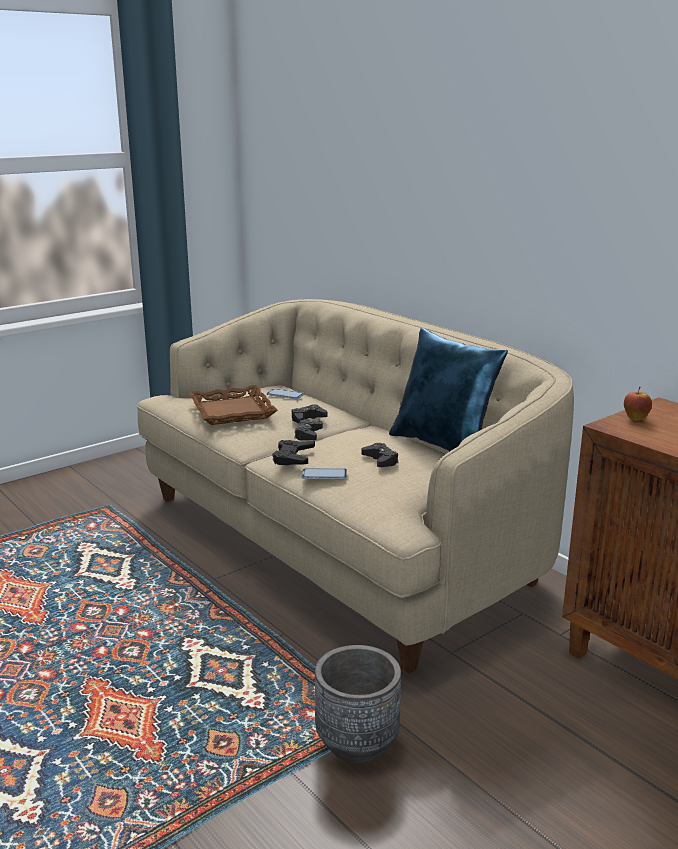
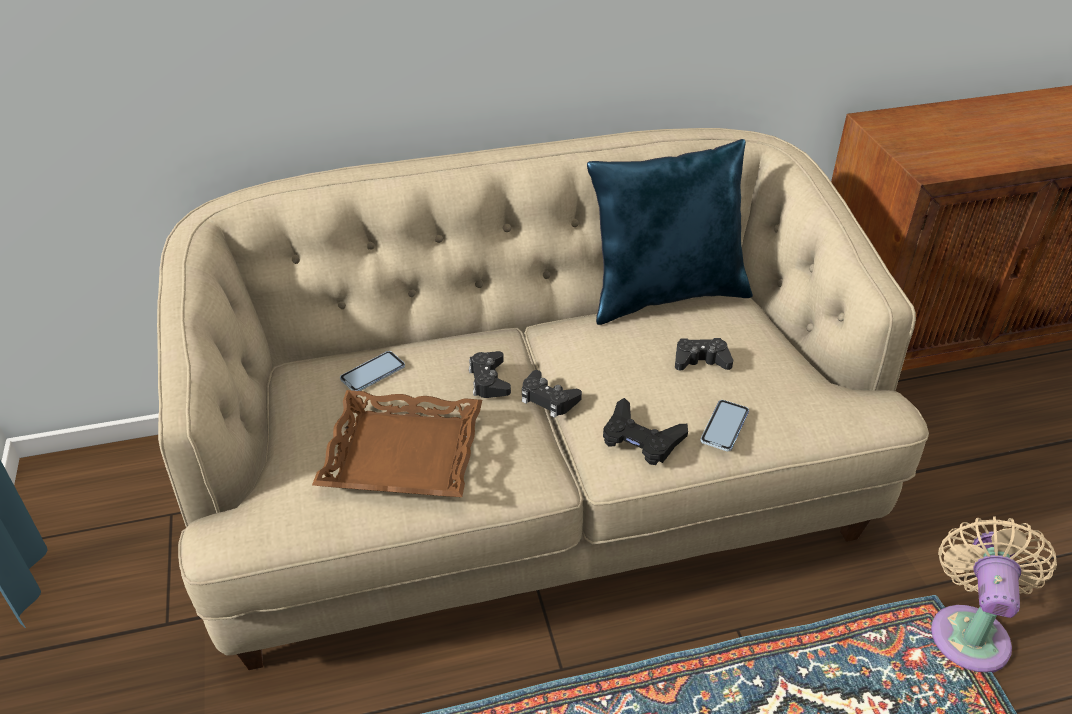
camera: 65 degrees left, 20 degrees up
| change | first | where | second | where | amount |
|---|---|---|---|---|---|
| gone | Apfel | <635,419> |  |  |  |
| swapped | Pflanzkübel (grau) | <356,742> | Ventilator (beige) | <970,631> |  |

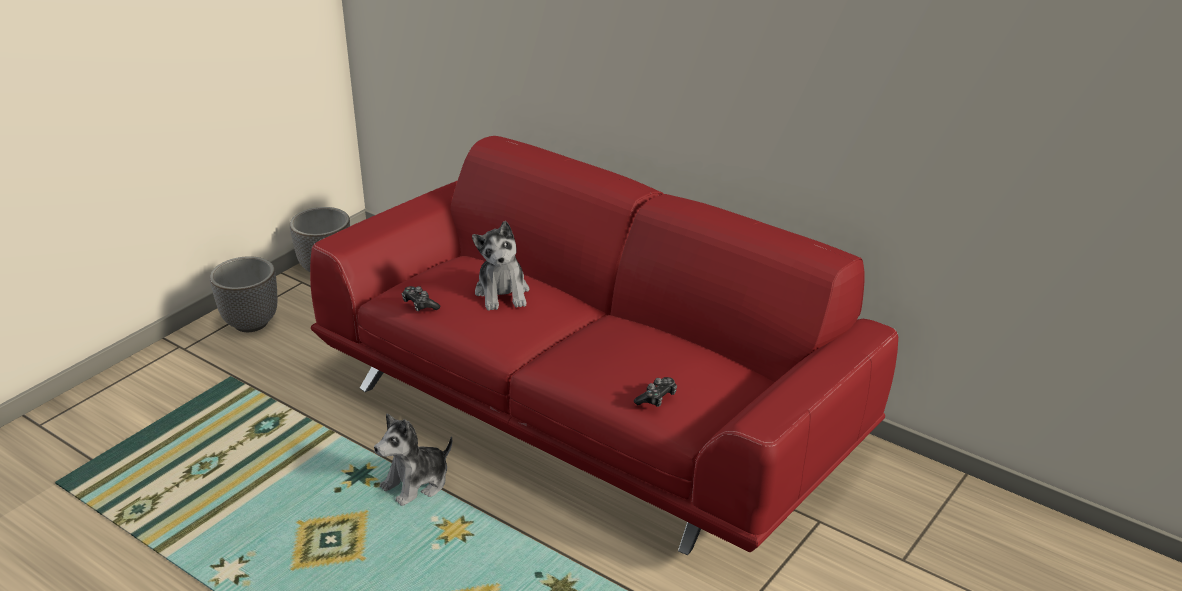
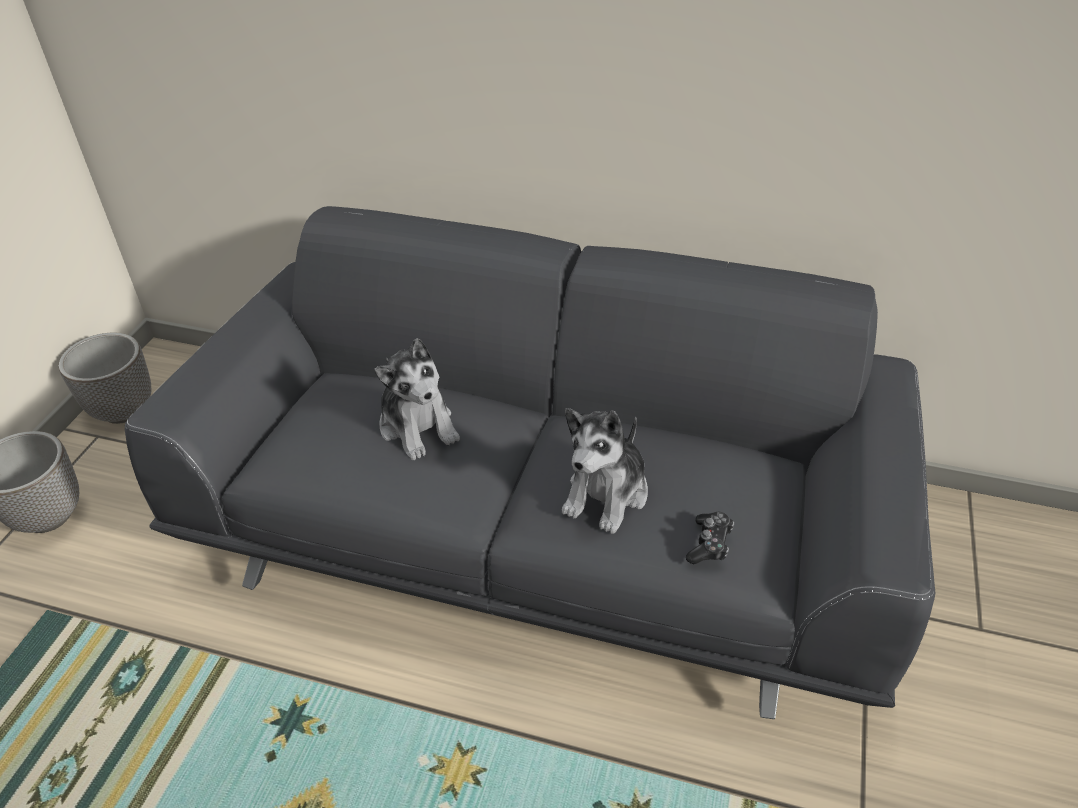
camera: 20 degrees left, 10 degrees up
| change | first | where | second | where | amount |
|---|---|---|---|---|---|
| repainted | Sofa (rot) | <593,414> | Sofa (grau) | <543,531> |  |
| gone | Gamepad | <420,305> |  |  |  |
| shifted | Plüschtier | <416,484> |  | <607,494> |  |

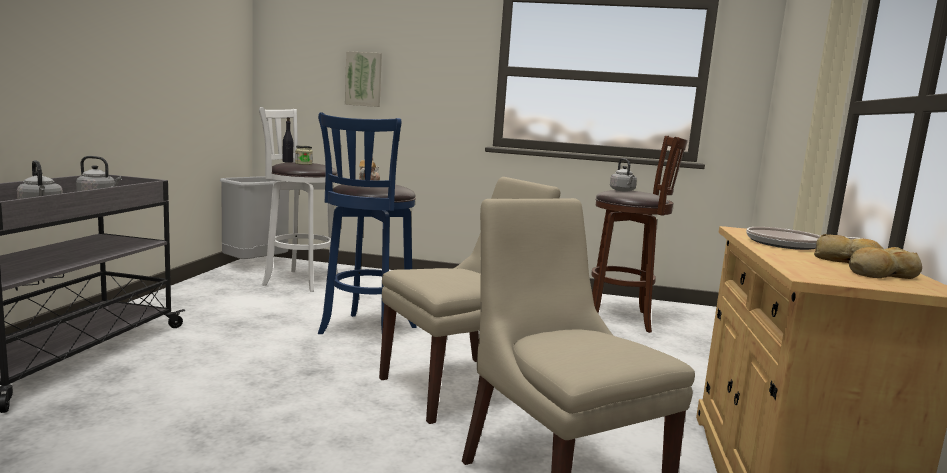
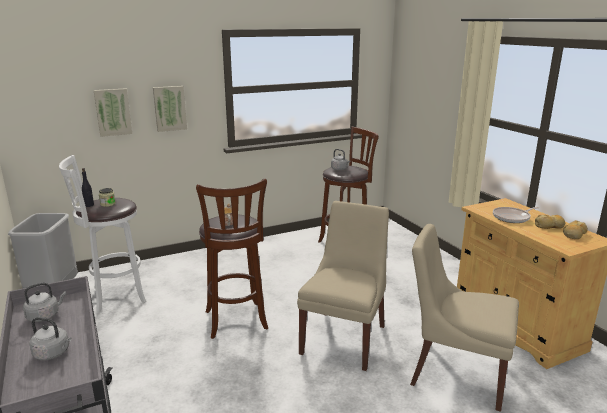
camera: 35 degrees left, 10 degrees up
| change | first | where | second | where | amount |
|---|---|---|---|---|---|
| repainted | Hocker (blau) | <365,332> | Hocker (braun) | <236,322> |  |
| new |  |  | Bild | <169,108> |  |

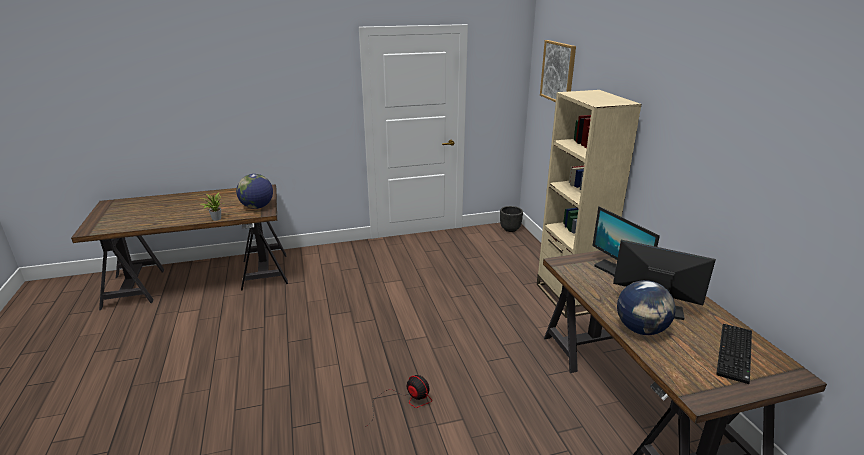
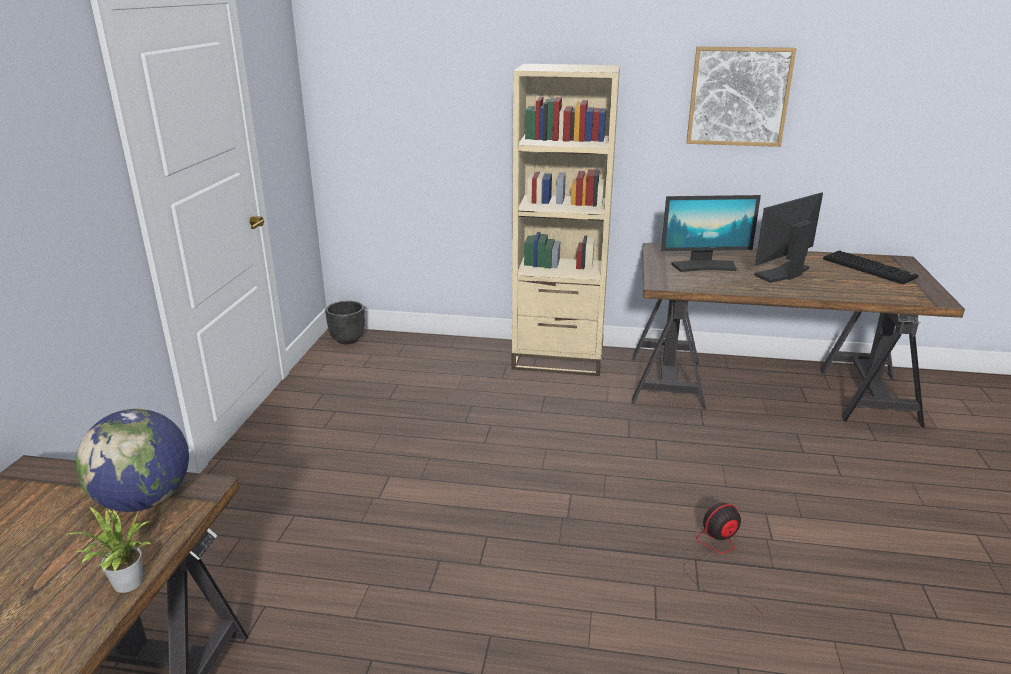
camera: 65 degrees left, 0 degrees up
| change | first | where | second | where | amount |
|---|---|---|---|---|---|
| shifted | Bild | <558,72> |  | <738,96> |  |
| gone | Globus | <641,330> |  |  |  |

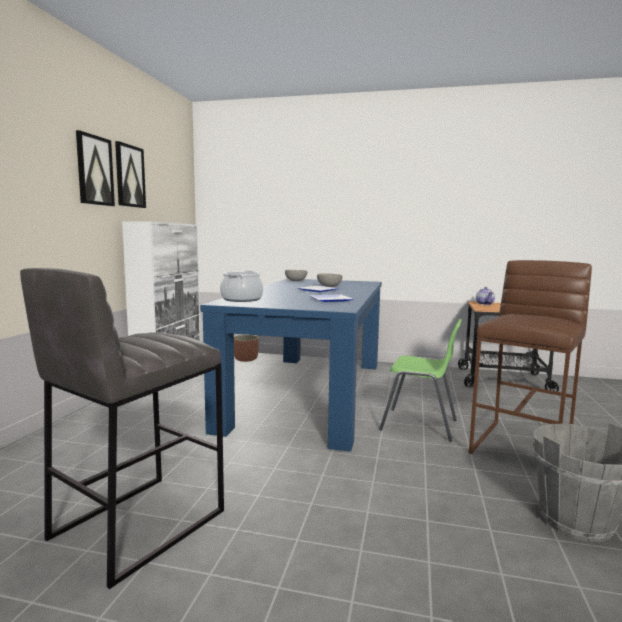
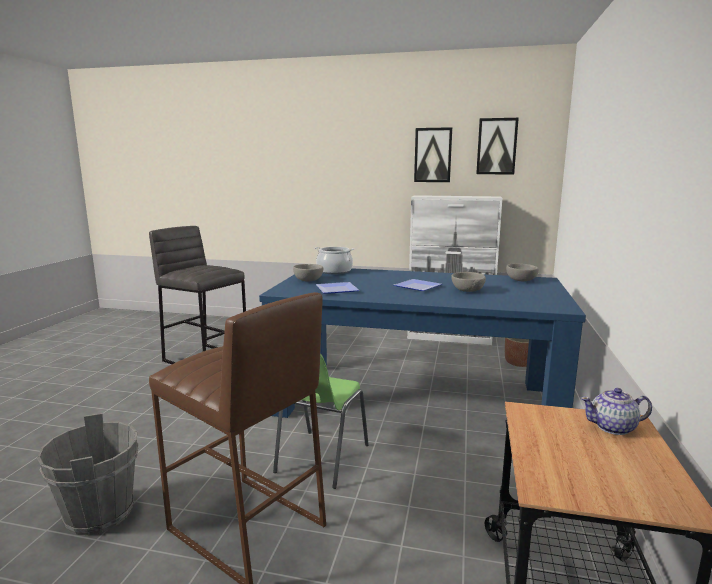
camera: 90 degrees right, 5 degrees up
| change | first | where | second | where | amount |
|---|---|---|---|---|---|
| shifted | Bild | <94,170> |  | <496,146> |  |
| new |  |  | Schüssel (grau) | <307,280> |  |

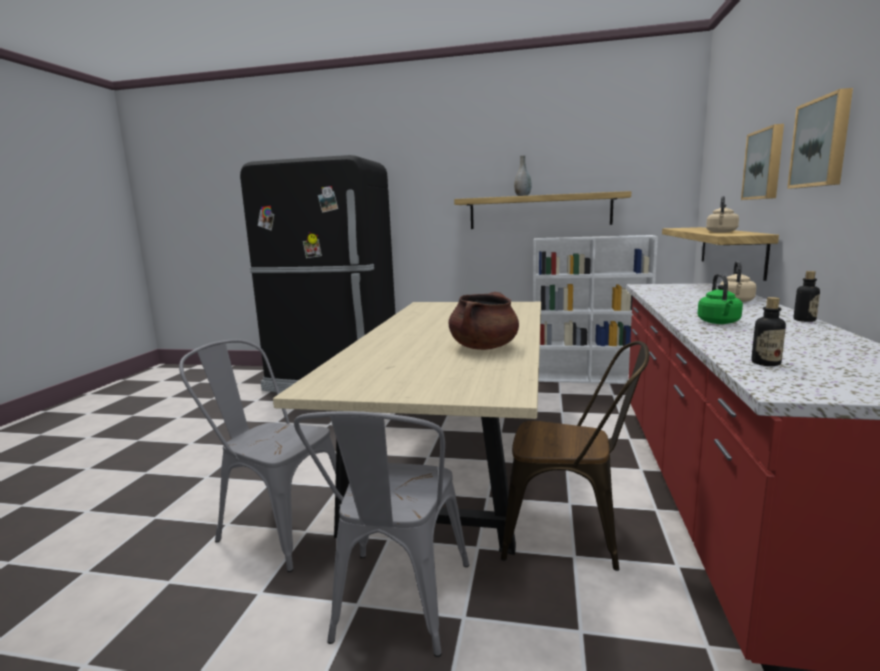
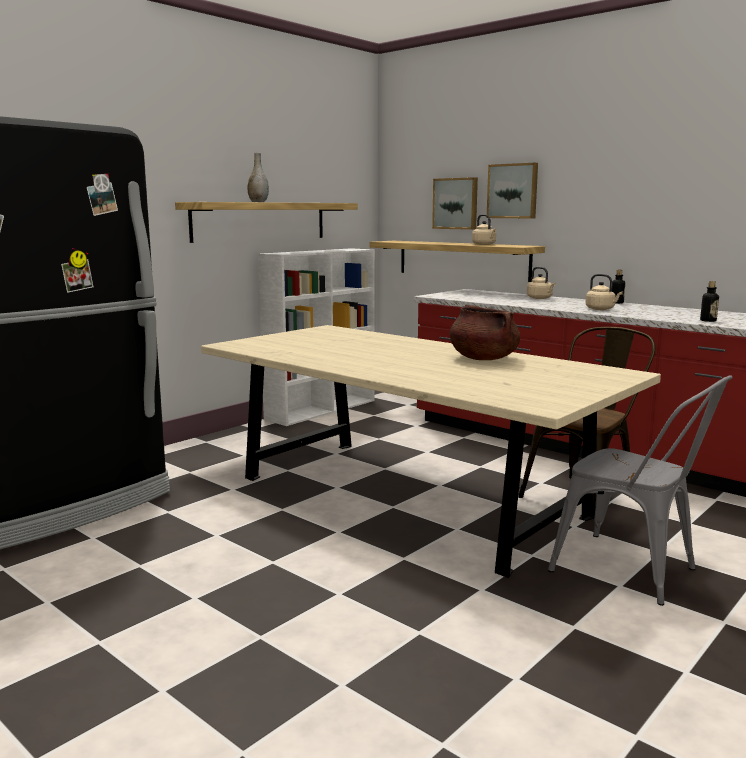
camera: 60 degrees left, 0 degrees up
| change | first | where | second | where | amount |
|---|---|---|---|---|---|
| shifted | Bild | <822,142> |  | <456,203> |  |
| repainted | Wasserkessel (grün) | <719,322> | Wasserkessel (beige) | <601,309> |  |
| gone | Stuhl (grau) | <276,526> |  |  |  |

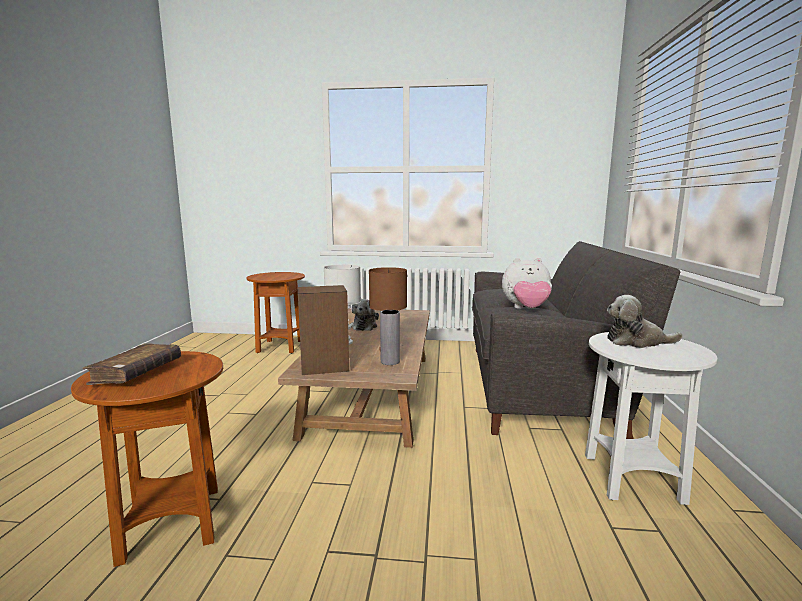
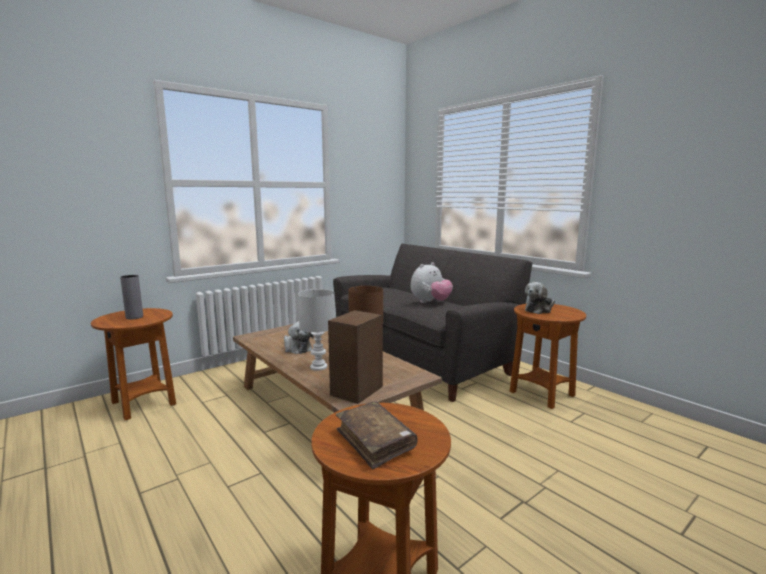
camera: 45 degrees left, 0 degrees up
| change | first | where | second | where | amount |
|---|---|---|---|---|---|
| shifted | Vase (grau) | <390,362> |  | <134,317> |  |
| repainted | Beistelltisch (weiß) | <632,479> | Beistelltisch (braun) | <542,394> |  |

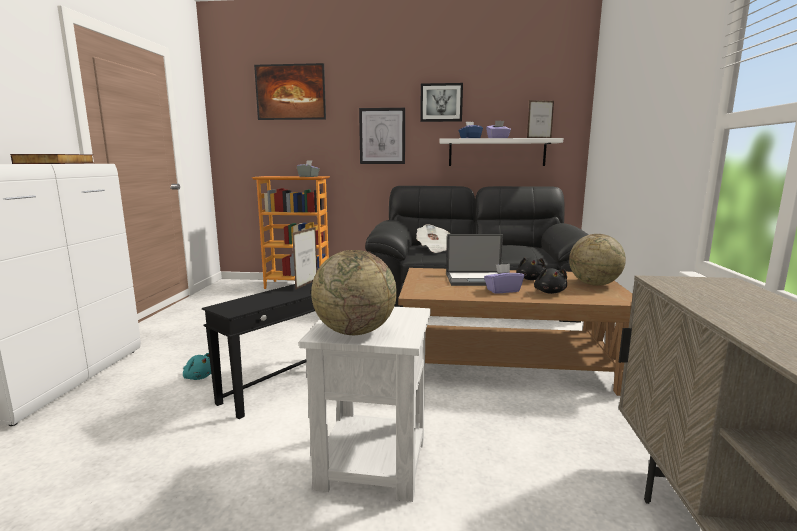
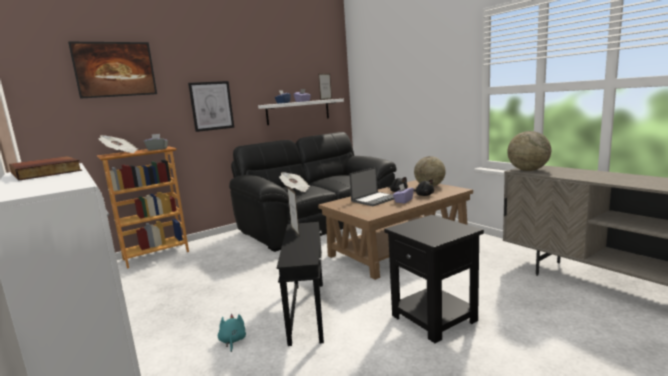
camera: 40 degrees left, 0 degrees up
| change | first | where | second | where | amount |
|---|---|---|---|---|---|
| gone | Bild | <441,102> |  |  |  |
| shifted | Globus | <355,331> |  | <528,170> |  |
| repainted | Beistelltisch (weiß) | <373,464> | Beistelltisch (schwarz) | <434,318> |  |
| rotated | Plüschtier (türkis) | <199,377> |  | <232,341> | 90 degrees counterclockwise |
| new |  |  | Zeitung | <121,153> |  |

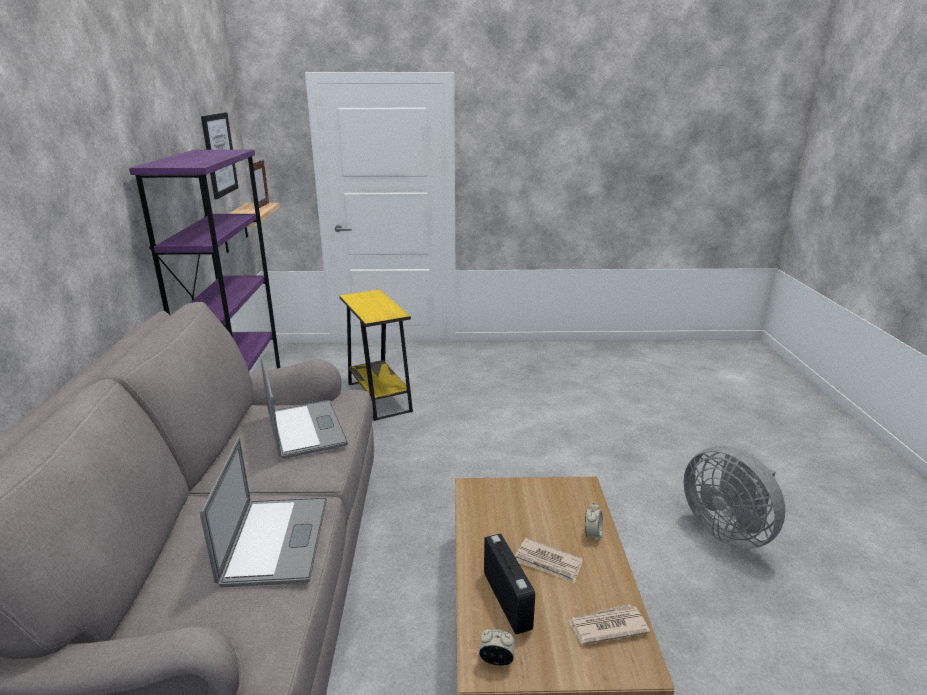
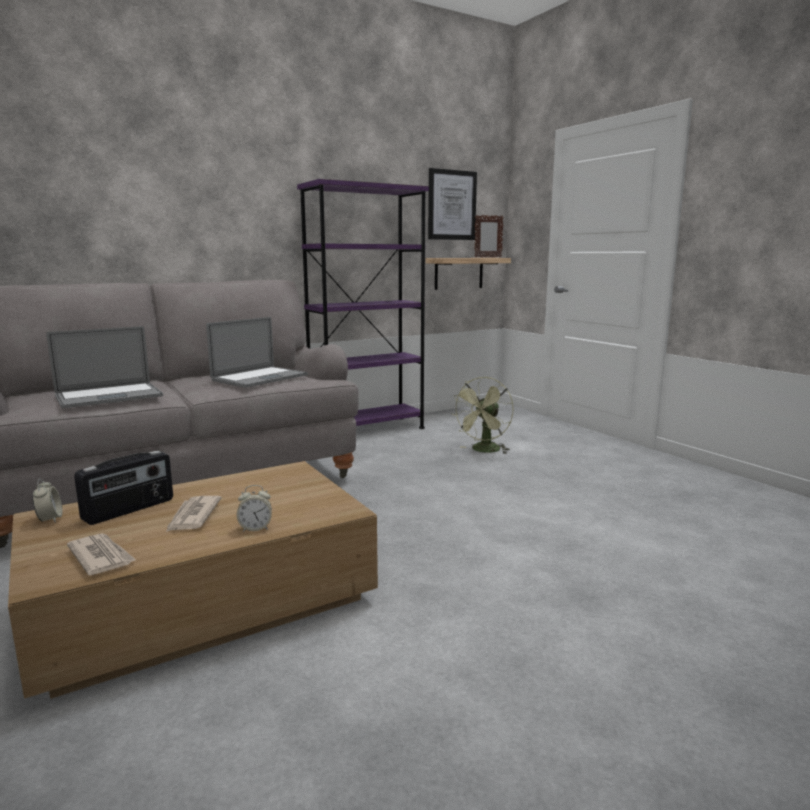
camera: 60 degrees right, 10 degrees down
| change | first | where | second | where | amount |
|---|---|---|---|---|---|
| swapped | Beistelltisch (gelb) | <379,397> | Ventilator (grün) | <484,451> |  |
| gone | Ventilator (grau) | <727,530> |  |  |  |

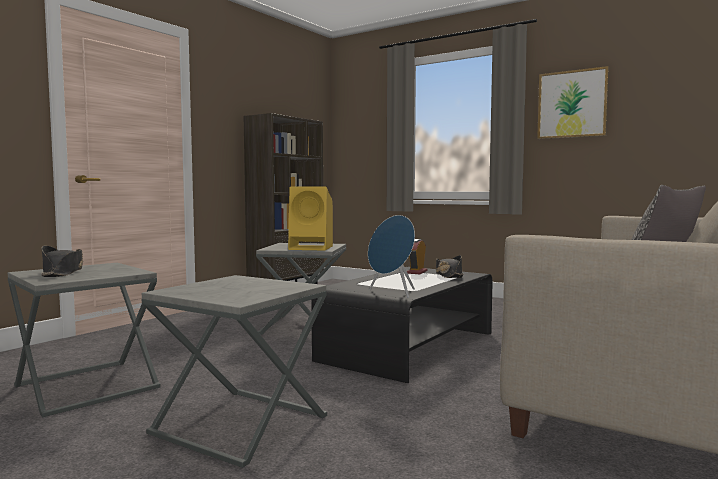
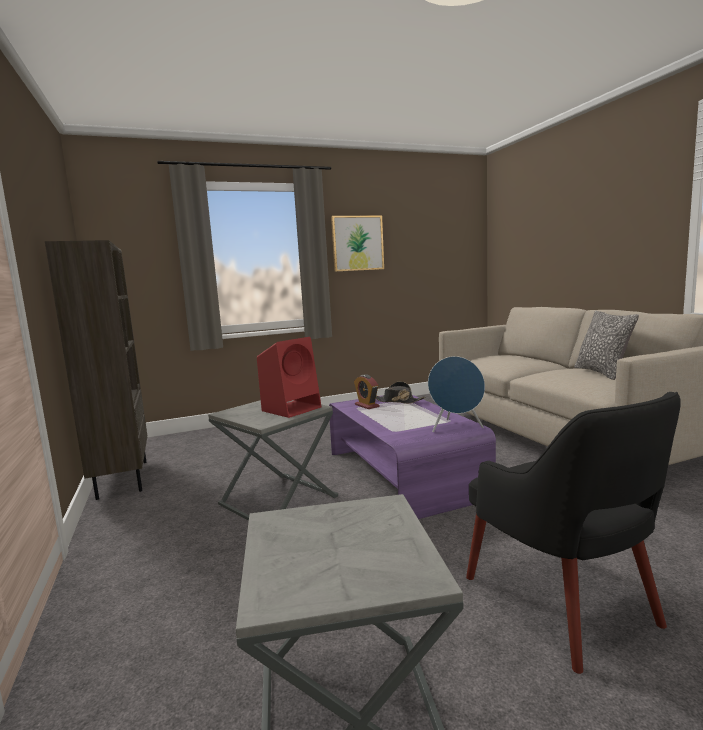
camera: 55 degrees left, 5 degrees up
| change | first | where | second | where | amount |
|---|---|---|---|---|---|
| repainted | Lautsprecher (gelb) | <312,248> | Lautsprecher (rot) | <292,408> |  |
| gone | Hut (schwarz) | <62,272> |  |  |  |
| repainted | Couchtisch (schwarz) | <409,346> | Couchtisch (lila) | <402,473> |  |
| swapped | Beistelltisch (grau) | <239,425> | Sessel (schwarz) | <562,603> |  |

